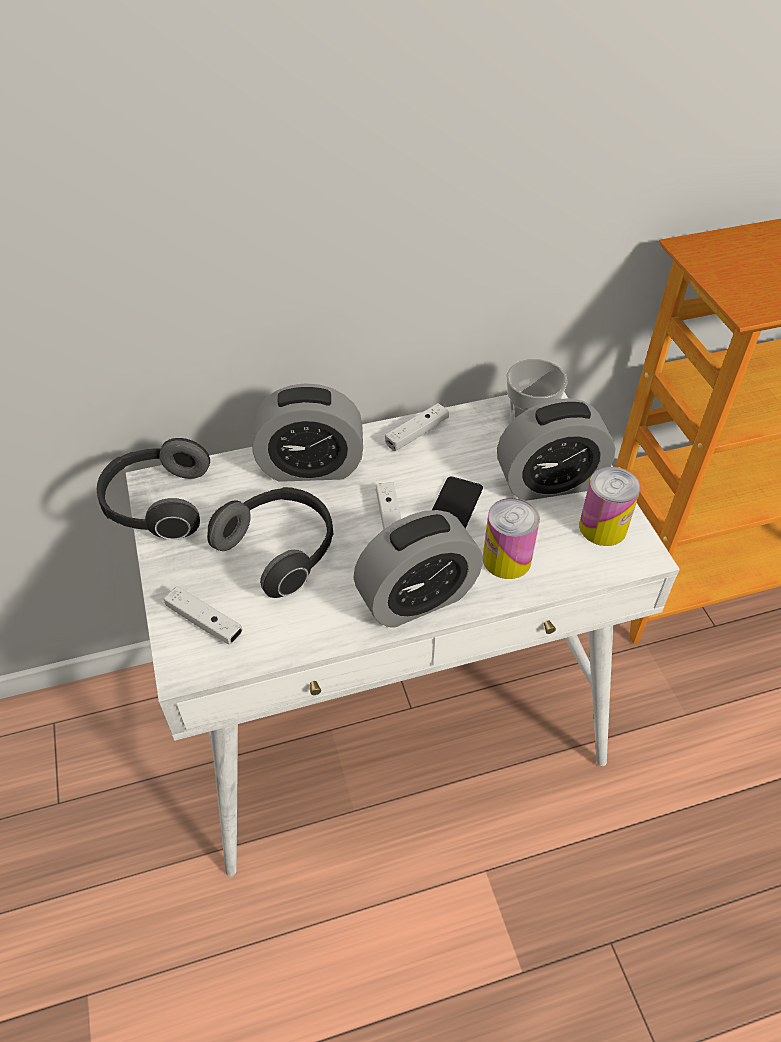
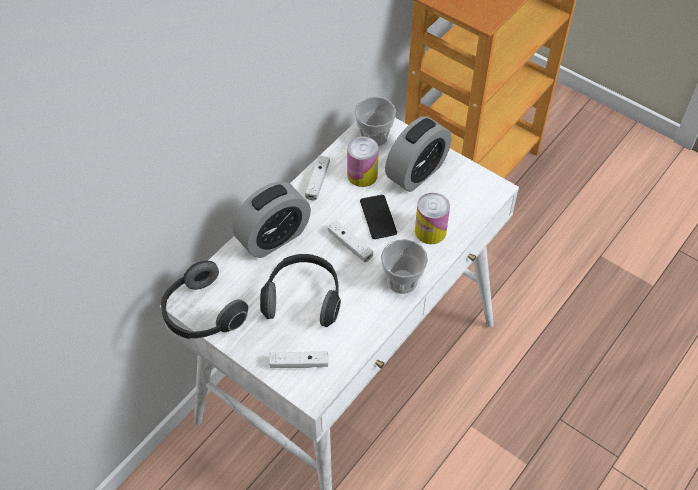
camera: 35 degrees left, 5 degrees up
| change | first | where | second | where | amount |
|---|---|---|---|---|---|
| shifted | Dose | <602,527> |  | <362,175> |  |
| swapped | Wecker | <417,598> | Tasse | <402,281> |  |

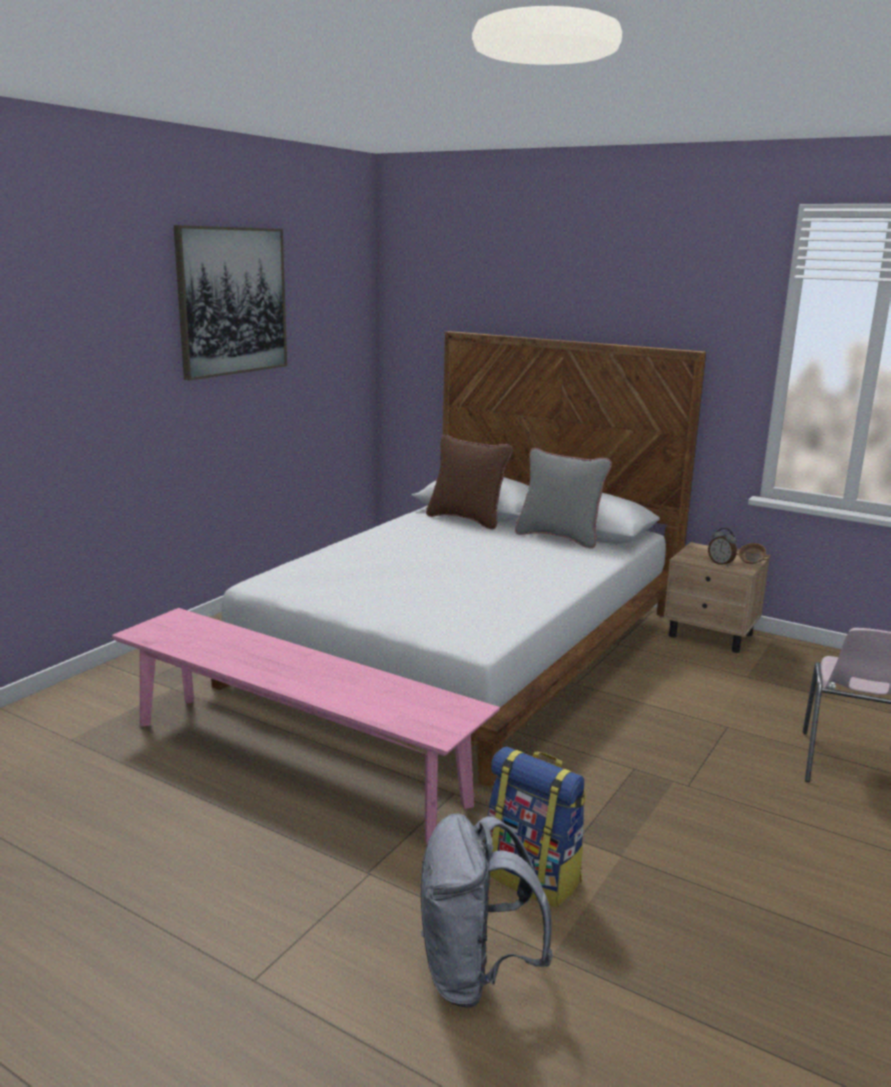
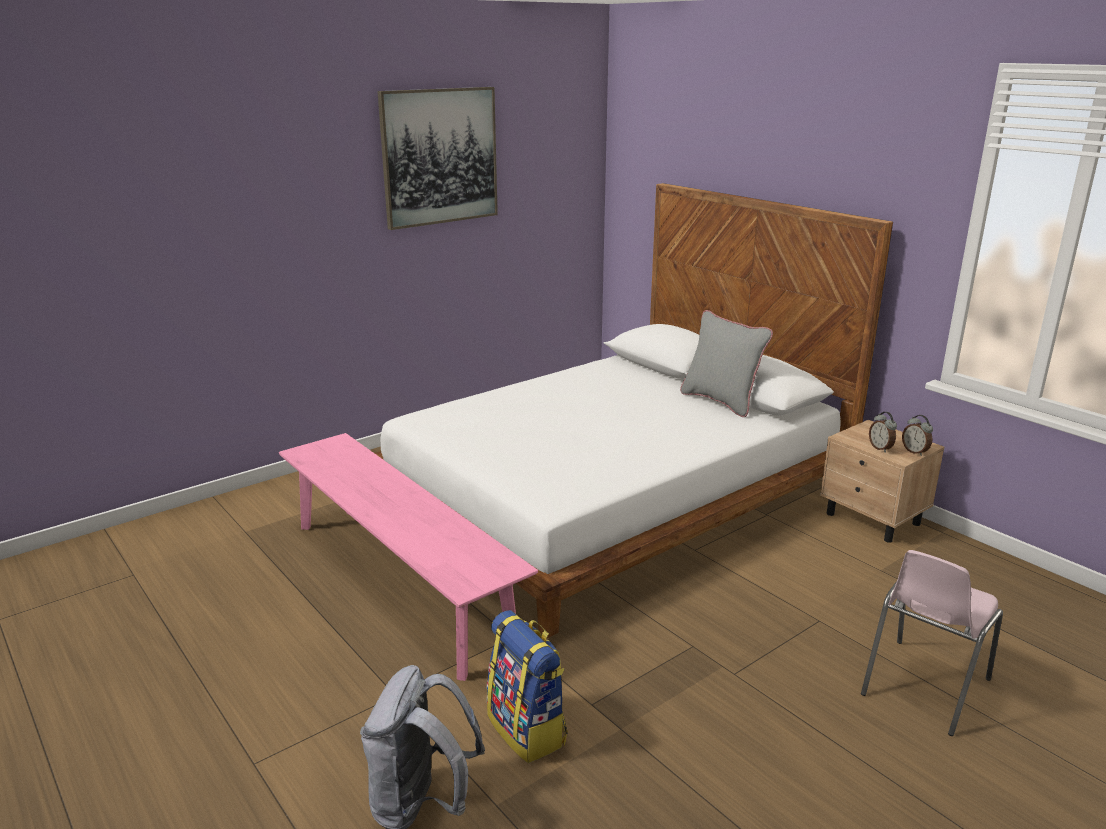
camera: 20 degrees right, 5 degrees up
| change | first | where | second | where | amount |
|---|---|---|---|---|---|
| gone | Kissen (braun) | <466,519> |  |  |  |
| swapped | Schüssel | <750,563> | Wecker | <915,451> |  |

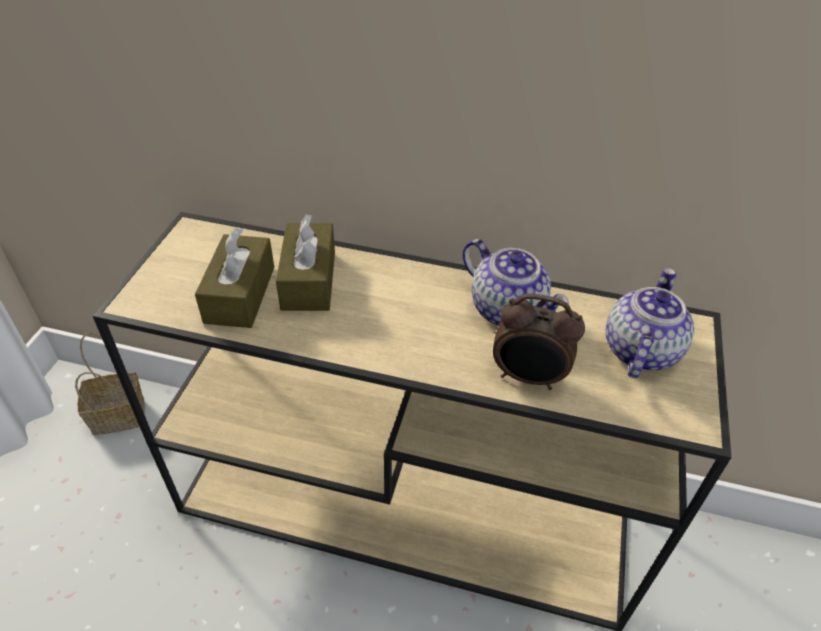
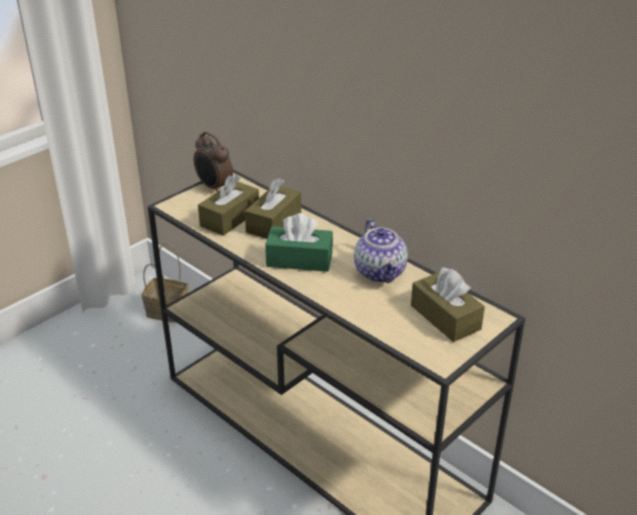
camera: 30 degrees right, 10 degrees down
| change | first | where | second | where | amount |
|---|---|---|---|---|---|
| swapped | Teekanne | <639,349> | Taschentuchbox (braun) | <445,317> |  |
| shifted | Wecker | <528,377> |  | <214,188> |  |
| new |  |  | Taschentuchbox (grün) | <299,260> |  |

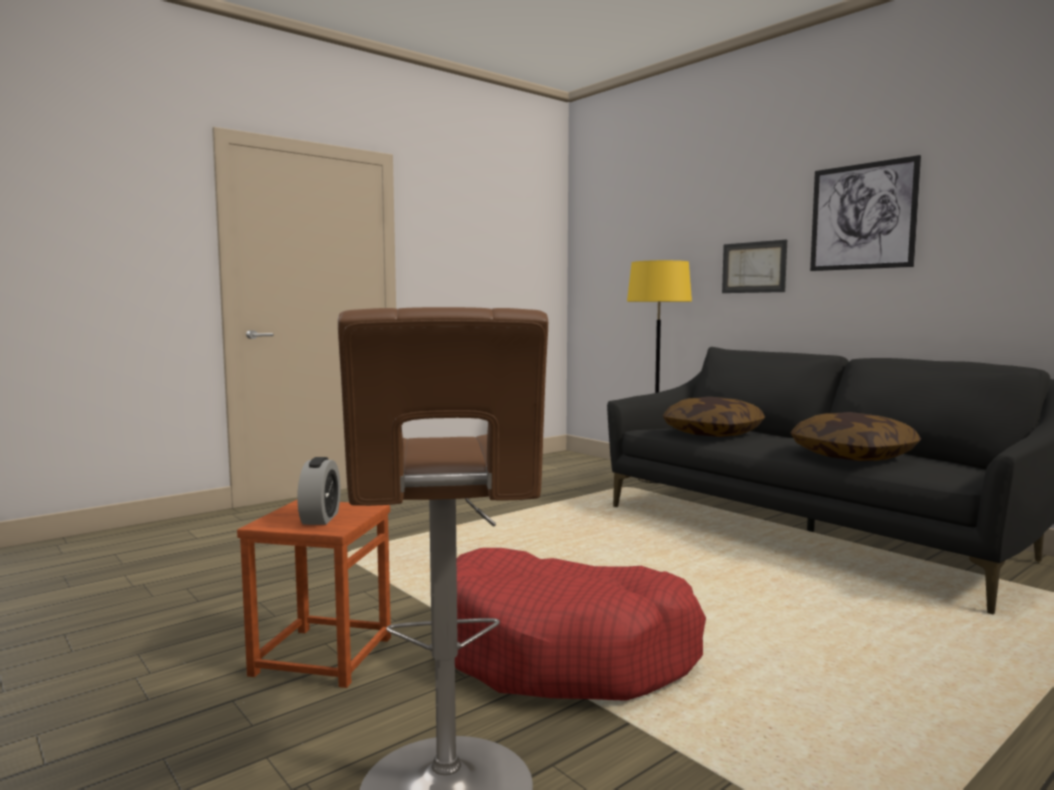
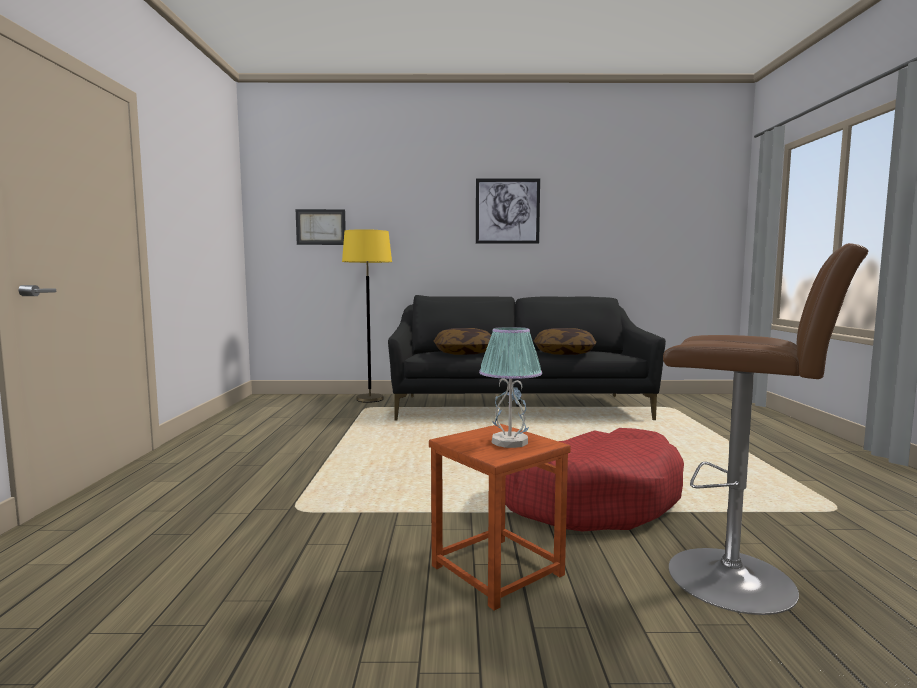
camera: 50 degrees left, 0 degrees up
| change | first | where | second | where | amount |
|---|---|---|---|---|---|
| shifted | Bild | <754,267> |  | <321,227> |  |
| swapped | Wecker | <320,518> | Tischlampe | <509,442> |  |

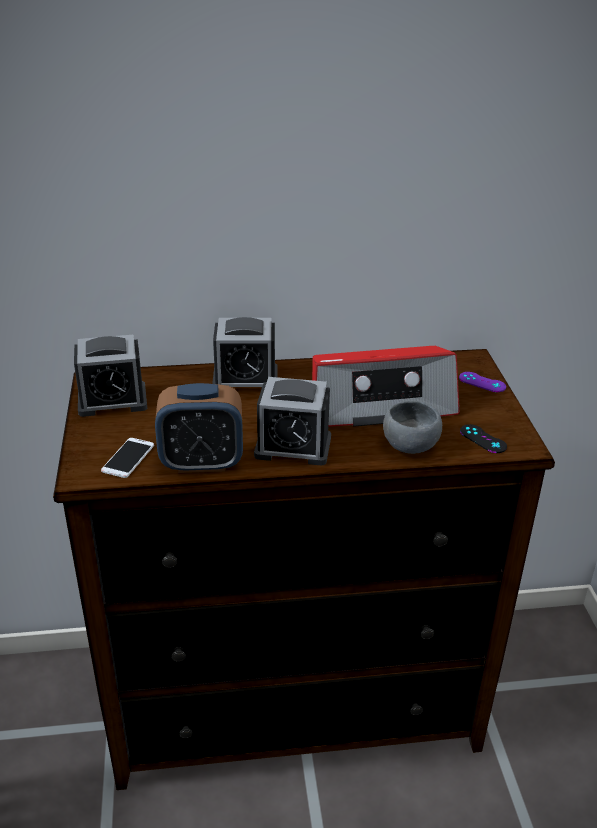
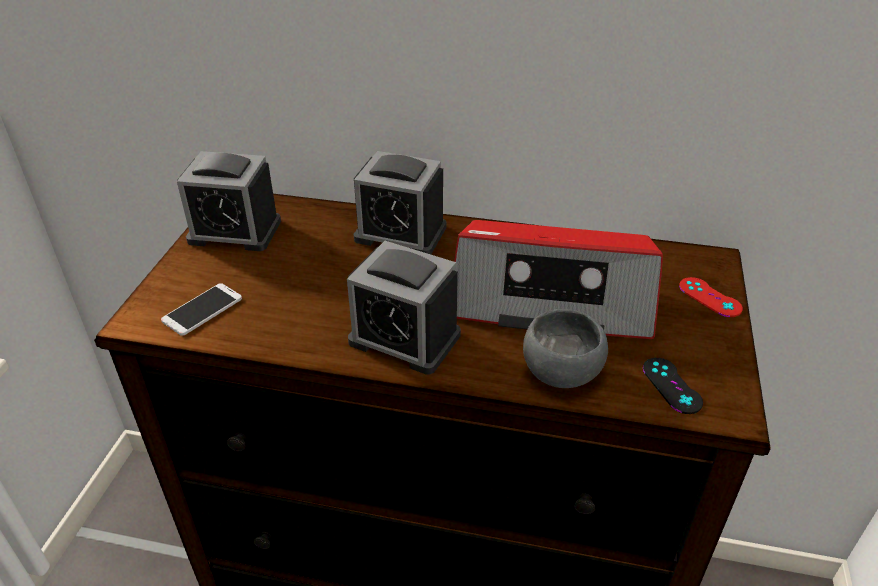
camera: 20 degrees right, 5 degrees up
| change | first | where | second | where | amount |
|---|---|---|---|---|---|
| repainted | Gamepad (lila) | <482,382> | Gamepad (rot) | <710,297> |  |
| gone | Wecker | <202,463> |  |  |  |

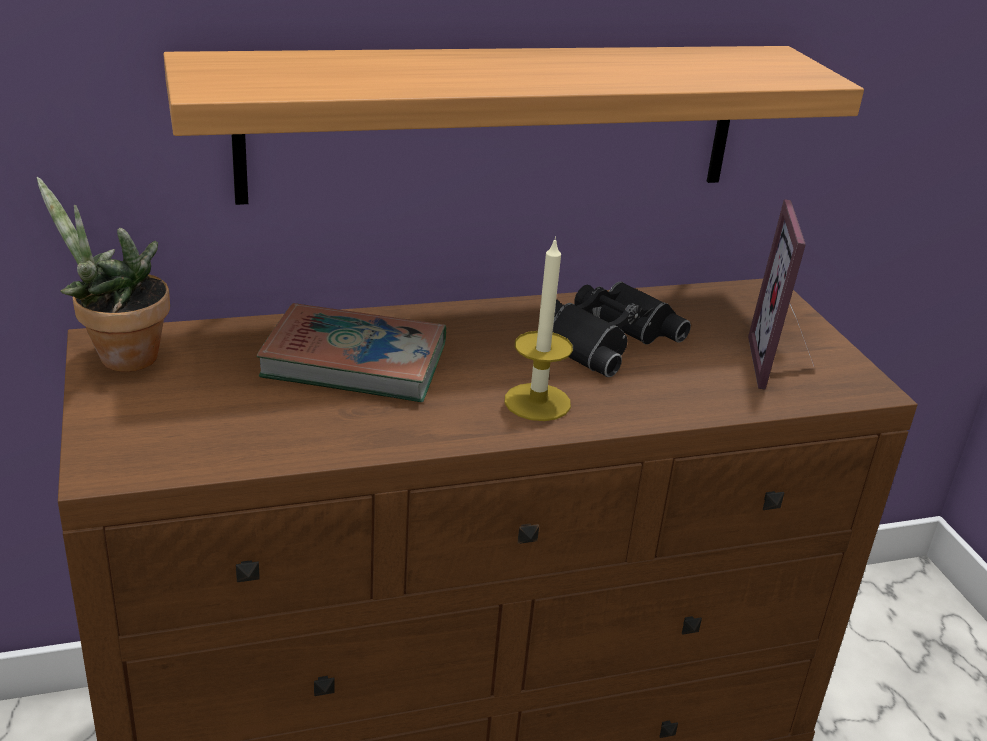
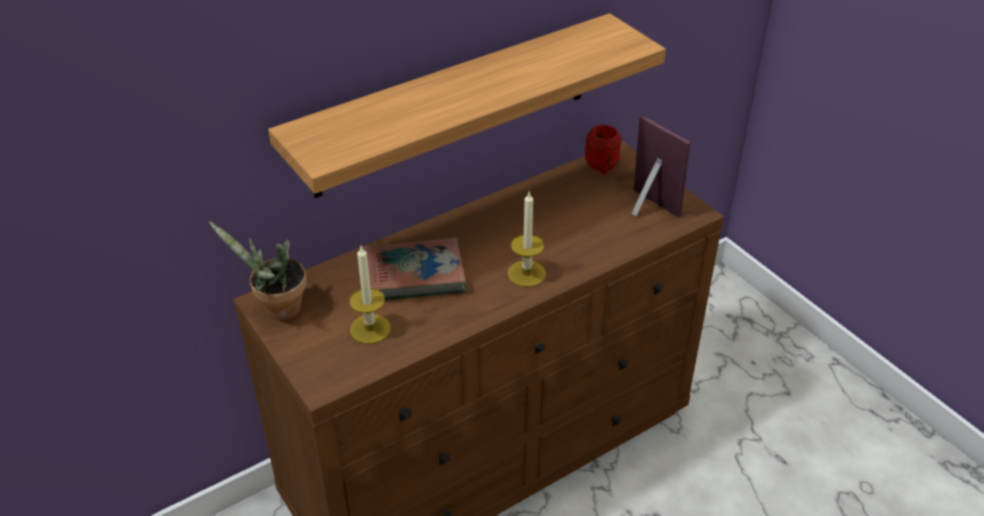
camera: 15 degrees left, 10 degrees up
| change | first | where | second | where | amount |
|---|---|---|---|---|---|
| rotated | Bilderrahmen | <783,365> |  | <646,209> | 150 degrees clockwise |
| gone | Fernglas (schwarz) | <604,337> |  |  |  |
| new |  |  | Henkelbecher (rot) | <602,168> |  |
| new |  |  | Kerze | <370,329> |  |

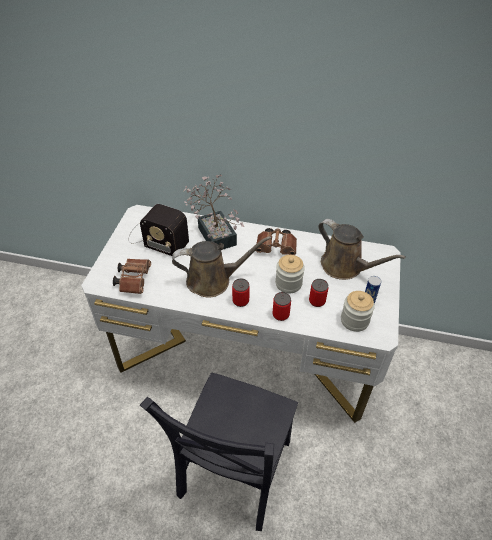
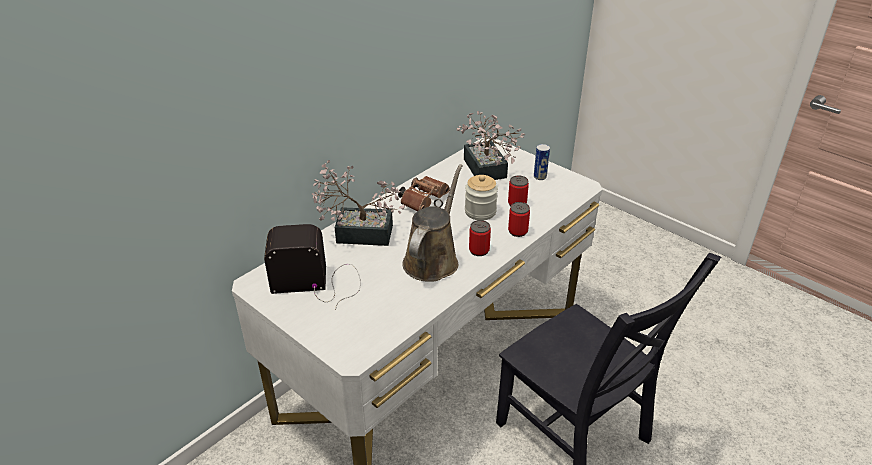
camera: 60 degrees left, 10 degrees down
| change | first | where | second | where | amount |
|---|---|---|---|---|---|
| rotated | Radio | <156,238> |  | <319,281> | 150 degrees counterclockwise |
| swapped | Gießkanne (braun) | <345,266> | Topfpflanze | <486,171> |  |
| gone | Fernglas (braun) | <134,279> |  |  |  |
| gone | Vorratsglas | <354,320> |  |  |  |

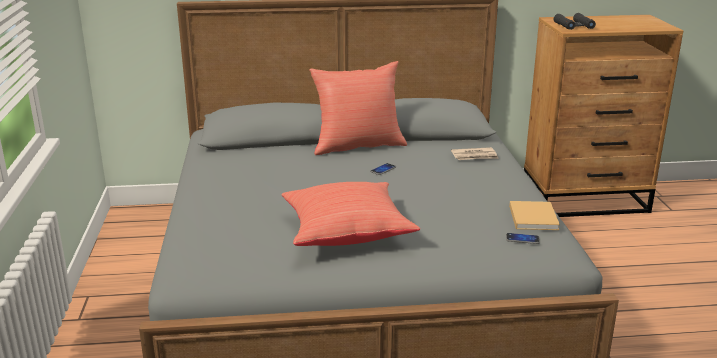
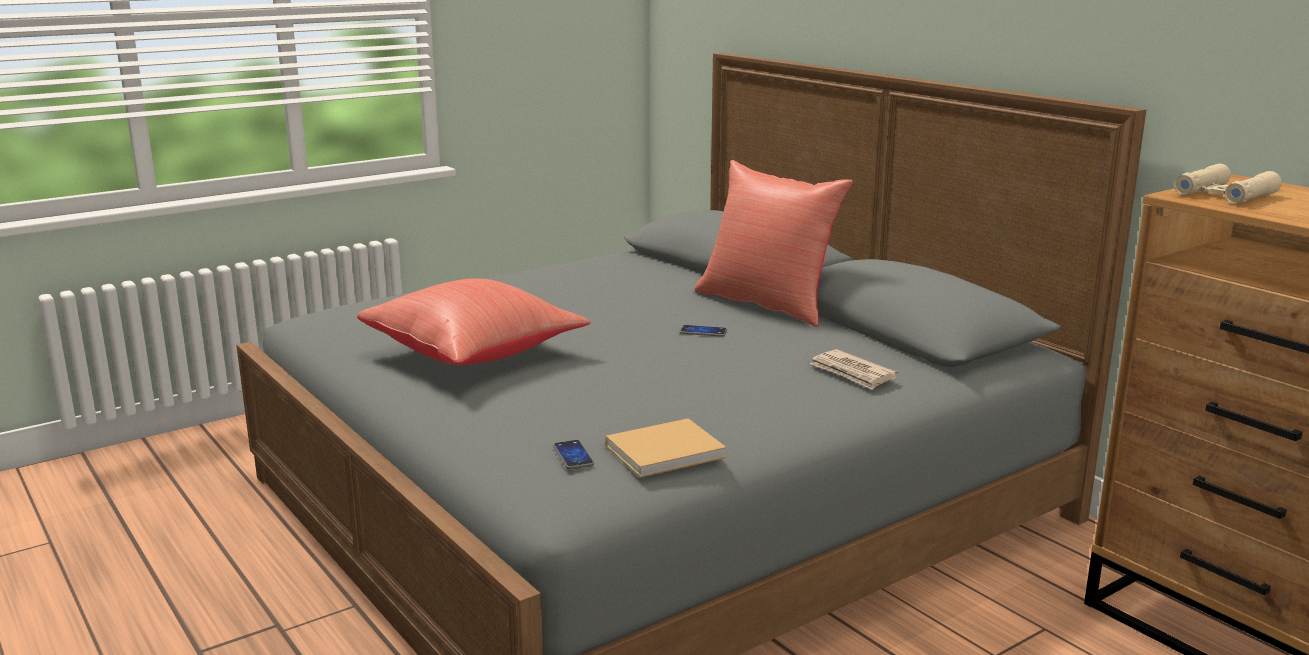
camera: 60 degrees right, 5 degrees down
| change | first | where | second | where | amount |
|---|---|---|---|---|---|
| repainted | Fernglas (schwarz) | <574,26> | Fernglas (beige) | <1225,195> |  |

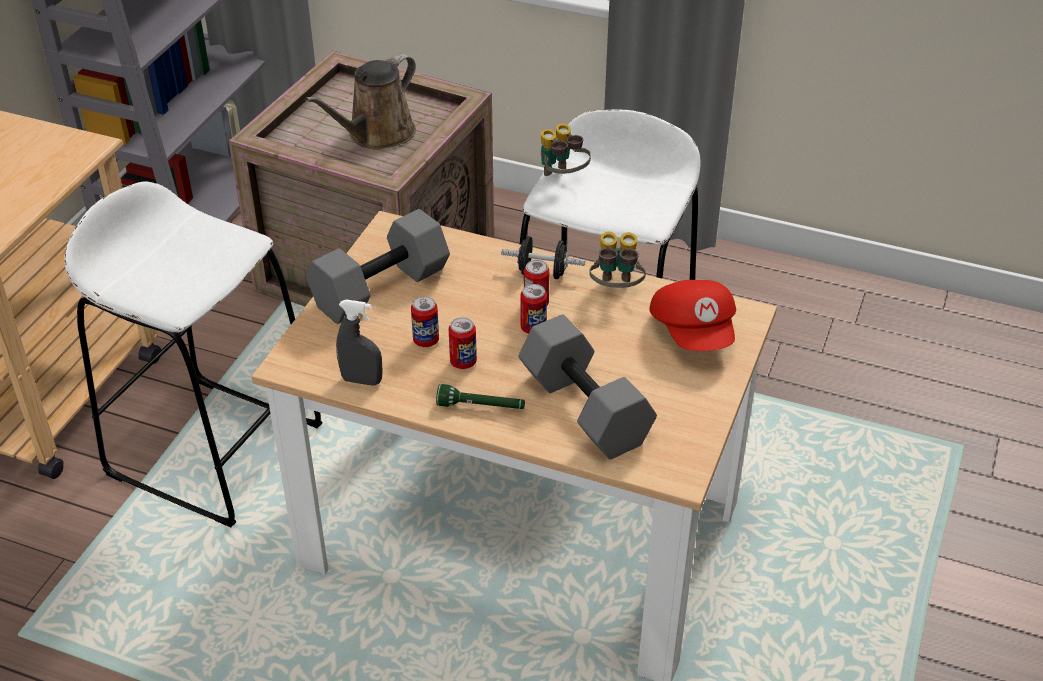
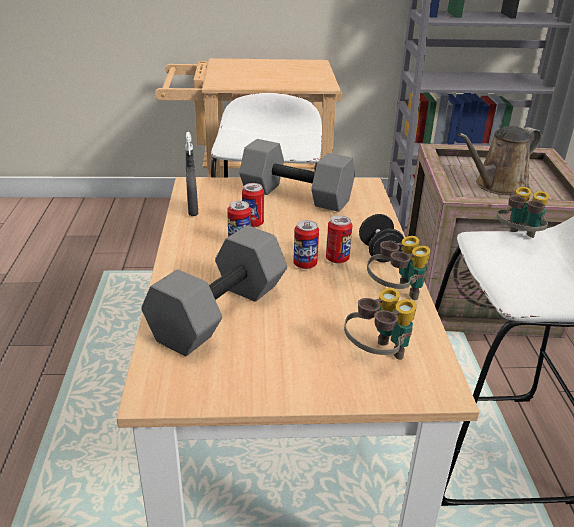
camera: 65 degrees right, 10 degrees down
| change | first | where | second | where | amount |
|---|---|---|---|---|---|
| rotated | Gießkanne (braun) | <377,135> |  | <497,186> | 45 degrees counterclockwise |
| swapped | Kappe (rot) | <694,332> | Fernglas | <377,356> |  |
| gone | Taschenlampe (grün) | <481,407> |  |  |  |

